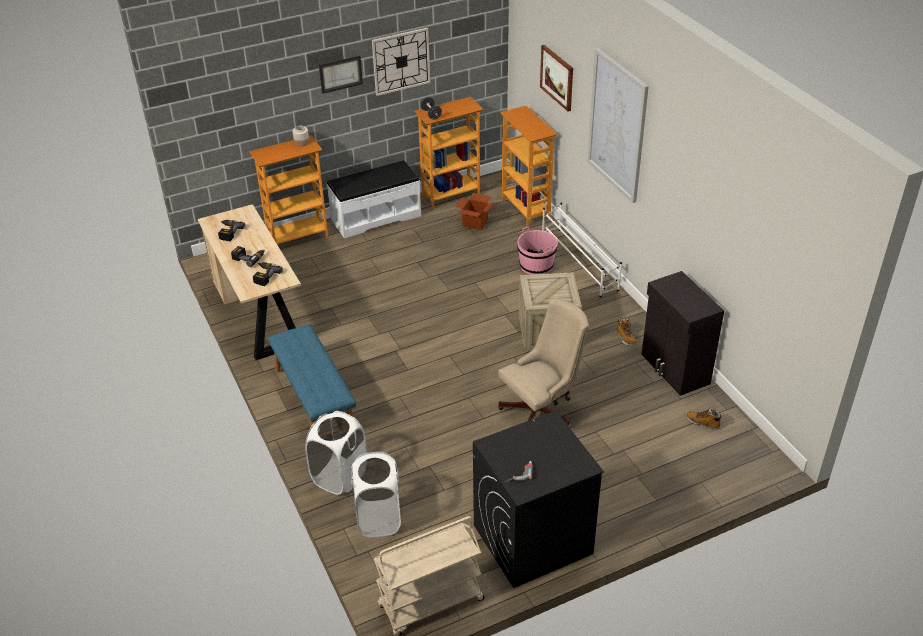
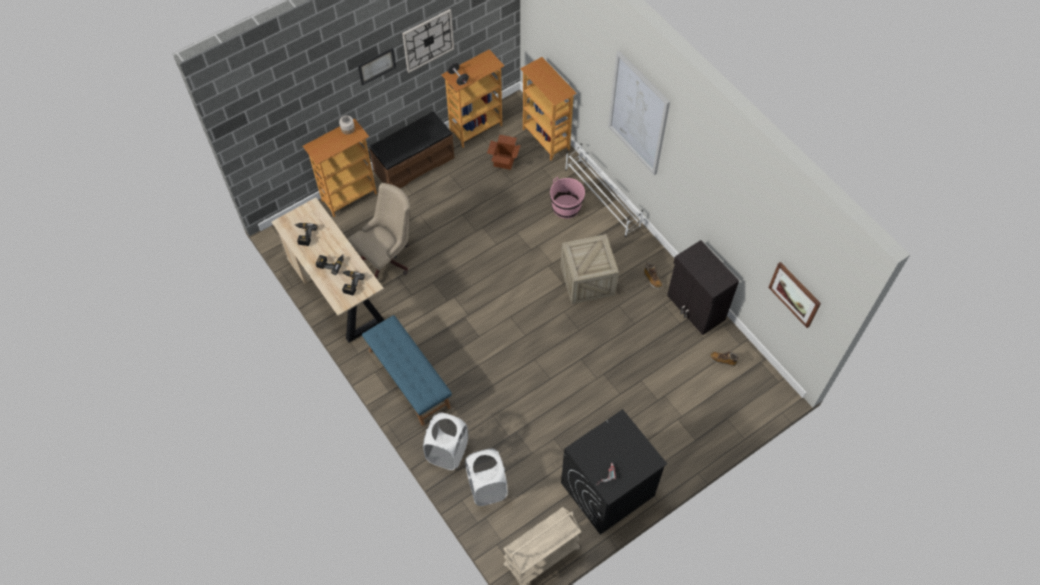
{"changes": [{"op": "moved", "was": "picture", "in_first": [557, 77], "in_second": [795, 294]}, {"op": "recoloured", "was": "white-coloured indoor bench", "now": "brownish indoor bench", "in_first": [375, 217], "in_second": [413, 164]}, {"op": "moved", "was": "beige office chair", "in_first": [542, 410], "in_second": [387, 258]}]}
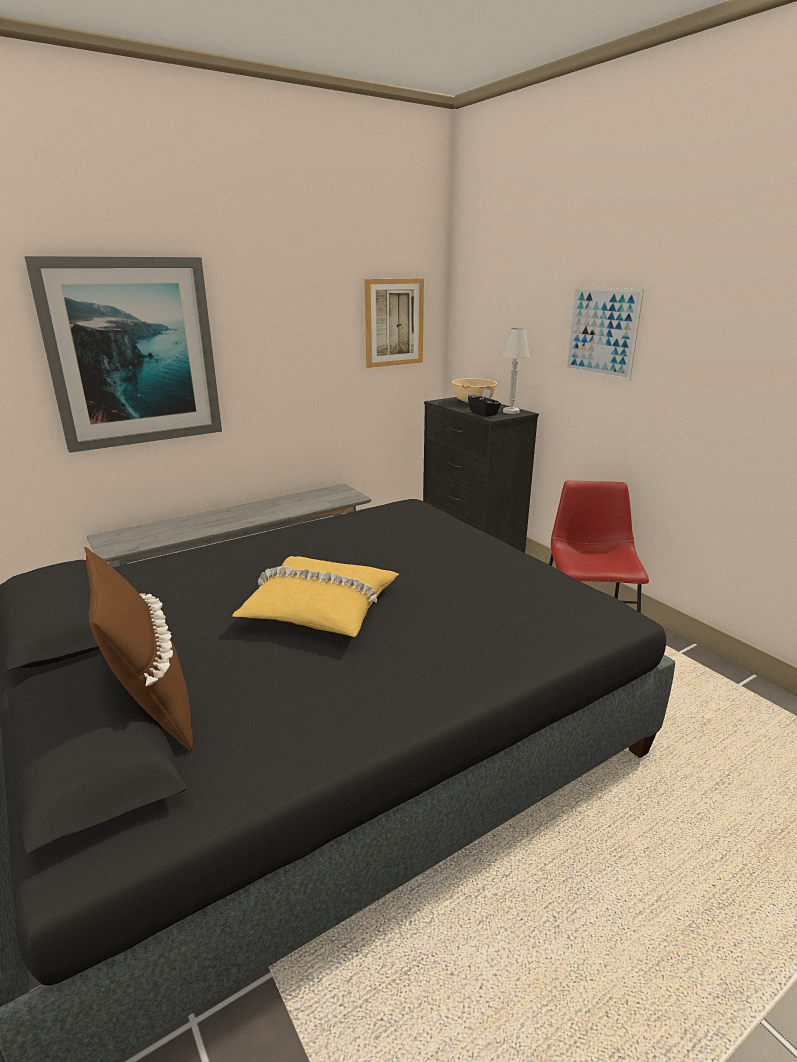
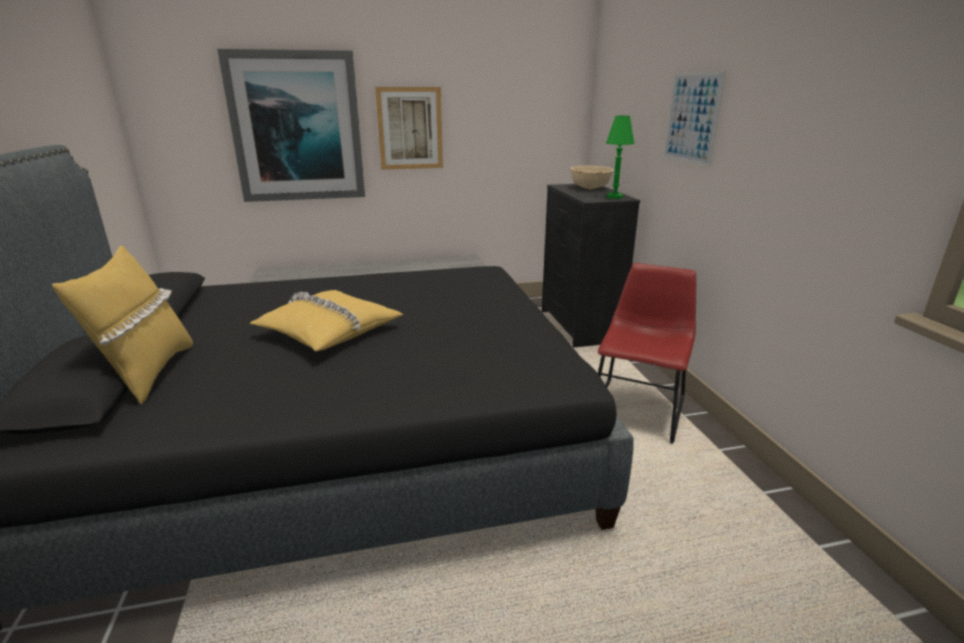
{"changes": [{"op": "moved", "was": "picture", "in_first": [394, 322], "in_second": [410, 128]}, {"op": "recoloured", "was": "white-coloured tabletop lamp", "now": "greenish tabletop lamp", "in_first": [511, 412], "in_second": [614, 197]}, {"op": "removed", "was": "black-coloured box of tissues", "in_first": [483, 413]}, {"op": "recoloured", "was": "brownish cushion", "now": "yellowish cushion", "in_first": [151, 707], "in_second": [148, 373]}]}
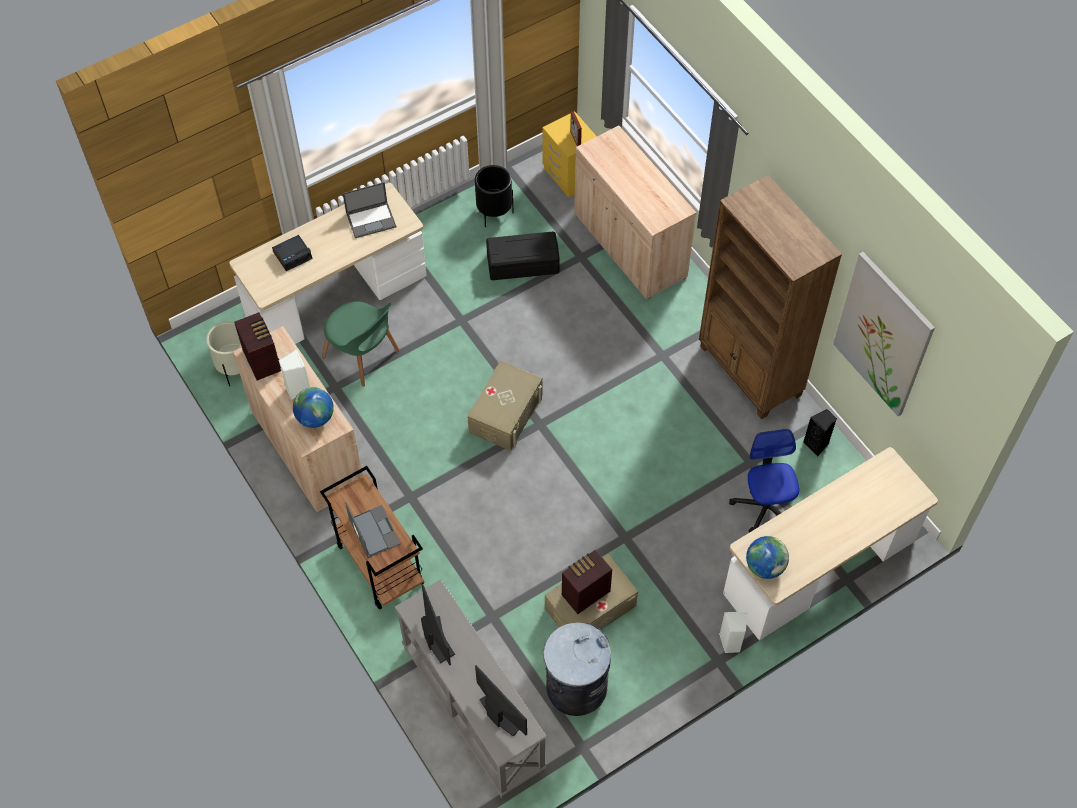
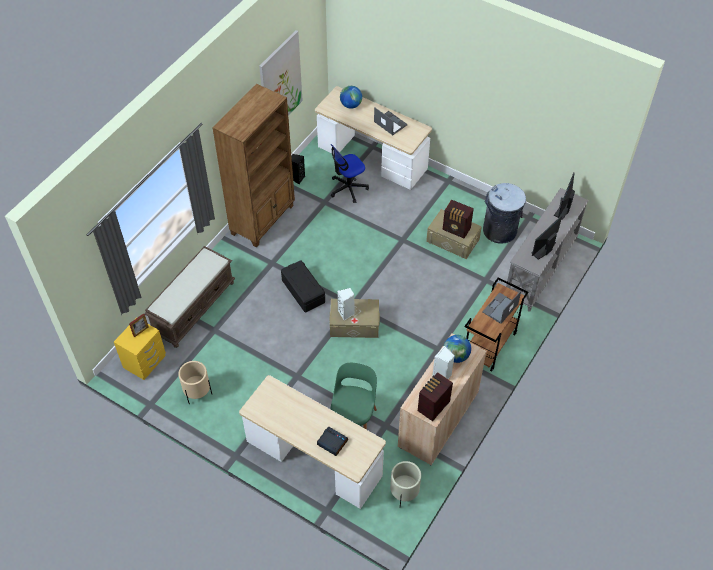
{"changes": [{"op": "replaced", "was": "beige cabinet", "now": "brownish indoor bench", "in_first": [629, 246], "in_second": [193, 307]}, {"op": "recoloured", "was": "black-coloured plant pot", "now": "beige plant pot", "in_first": [494, 213], "in_second": [198, 394]}, {"op": "moved", "was": "notebook computer", "in_first": [371, 219], "in_second": [390, 123]}, {"op": "moved", "was": "black-coloured storage bin", "in_first": [523, 263], "in_second": [302, 291]}, {"op": "moved", "was": "desk globe", "in_first": [765, 566], "in_second": [351, 105]}, {"op": "moved", "was": "white-coloured speaker", "in_first": [731, 642], "in_second": [346, 313]}]}
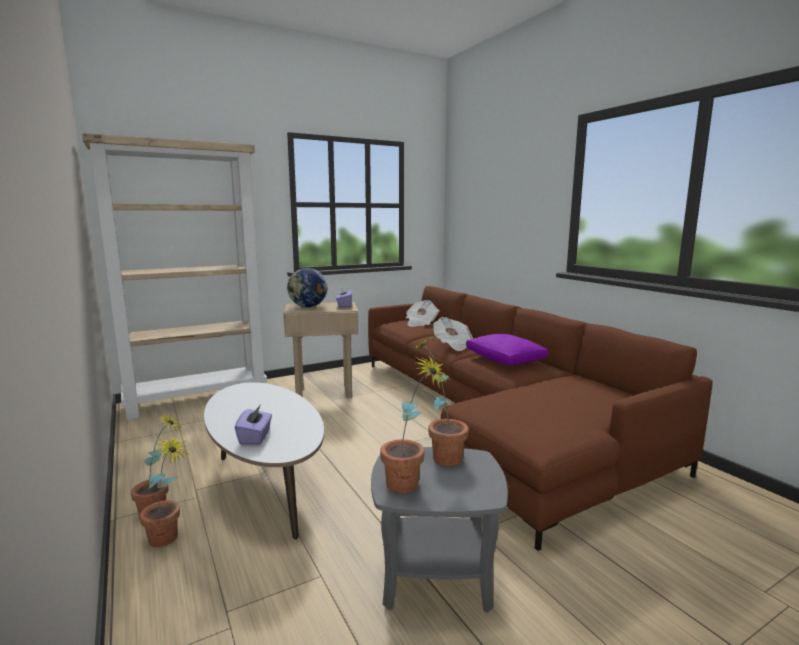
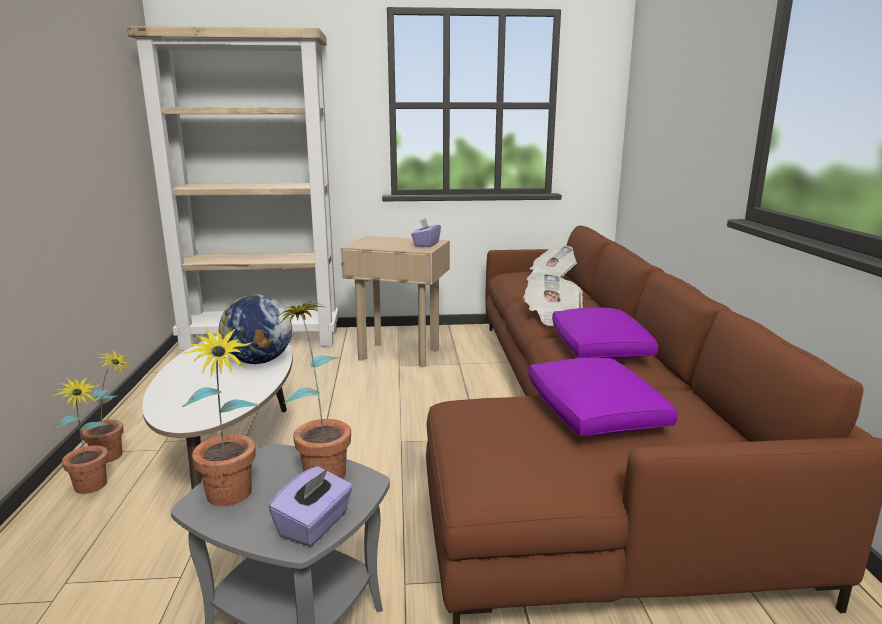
{"changes": [{"op": "moved", "was": "desk globe", "in_first": [308, 306], "in_second": [258, 361]}, {"op": "moved", "was": "purple-coloured box of tissues", "in_first": [255, 437], "in_second": [315, 525]}, {"op": "added", "now": "purple-coloured cushion", "in_second": [595, 414]}]}
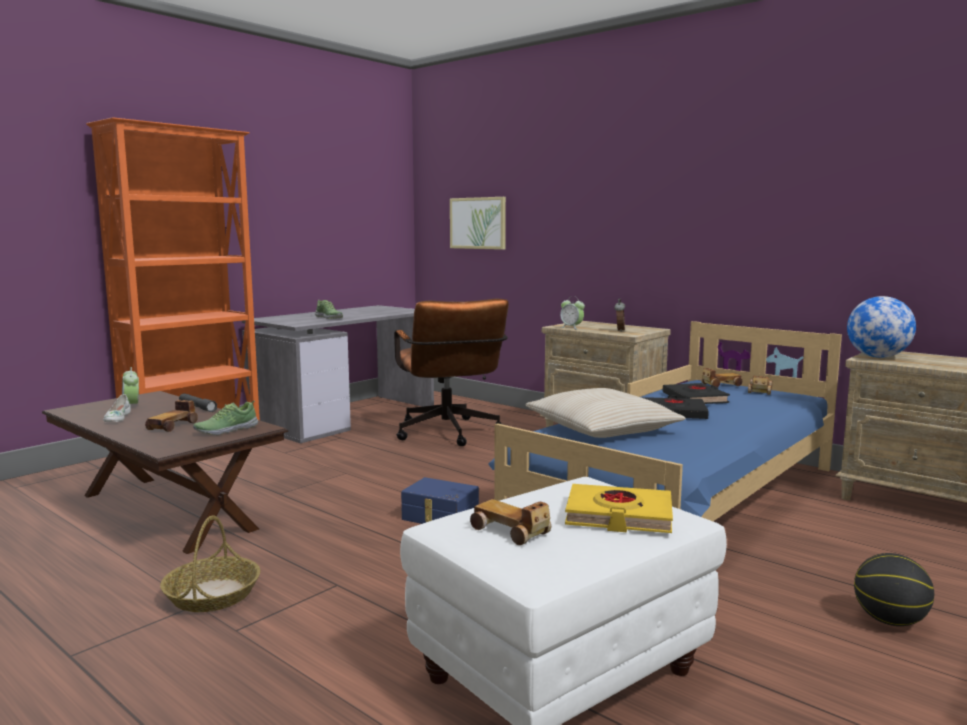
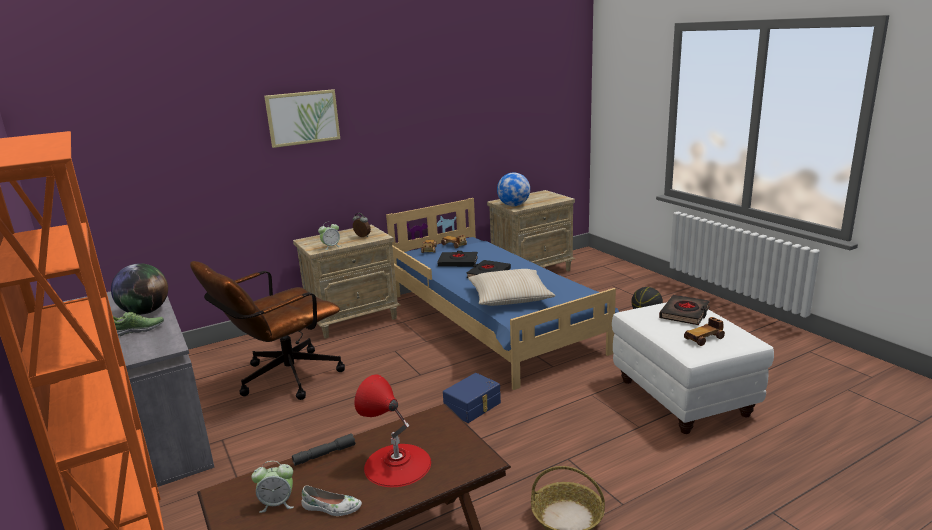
{"changes": [{"op": "moved", "was": "picture", "in_first": [478, 223], "in_second": [303, 118]}, {"op": "turned", "was": "brownish office chair", "in_first": [449, 435], "in_second": [281, 379], "clockwise": 135}, {"op": "replaced", "was": "miniature car", "now": "red tabletop lamp", "in_first": [173, 426], "in_second": [397, 464]}, {"op": "removed", "was": "item of footwear", "in_first": [226, 430]}, {"op": "recoloured", "was": "yellowish volume", "now": "black-coloured volume", "in_first": [618, 516], "in_second": [685, 313]}, {"op": "added", "now": "desk globe", "in_second": [145, 312]}]}
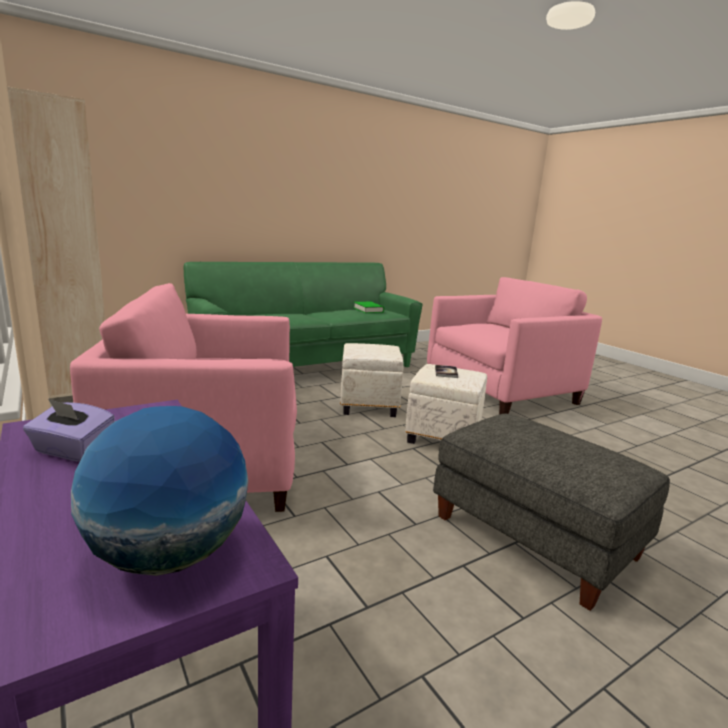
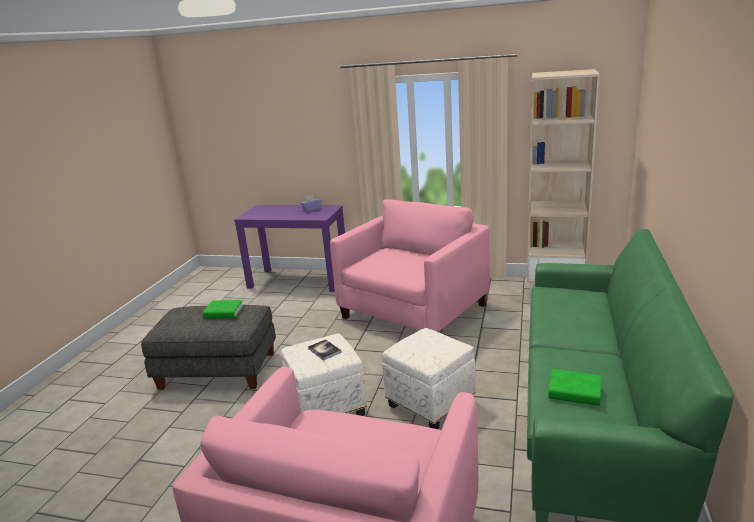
{"changes": [{"op": "removed", "was": "desk globe", "in_first": [169, 554]}, {"op": "added", "now": "greenish volume", "in_second": [224, 313]}]}
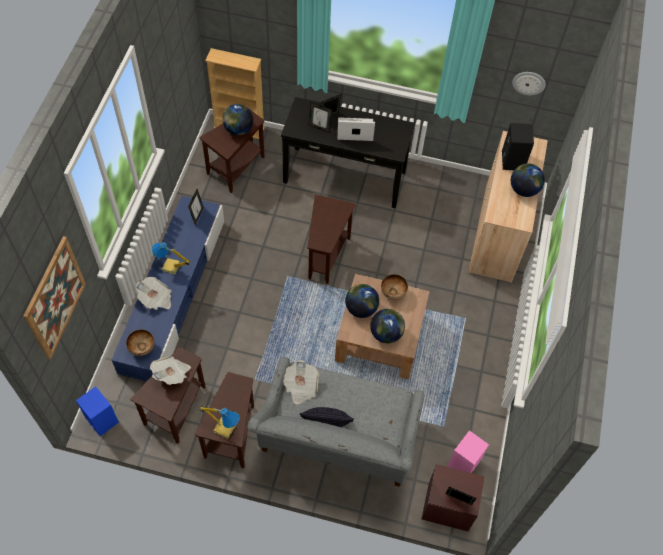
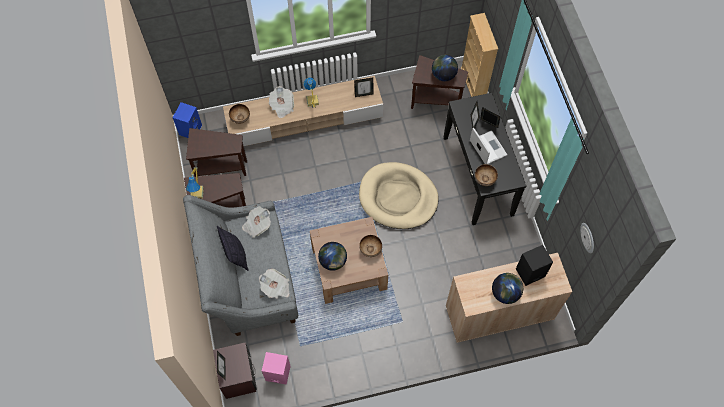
{"changes": [{"op": "replaced", "was": "brownish accent table", "now": "beige pet bed", "in_first": [326, 254], "in_second": [398, 197]}, {"op": "recoloured", "was": "blue-coloured media console", "now": "beige media console", "in_first": [173, 294], "in_second": [305, 119]}, {"op": "removed", "was": "picture", "in_first": [55, 298]}, {"op": "removed", "was": "desk globe", "in_first": [361, 308]}, {"op": "moved", "was": "newspaper", "in_first": [172, 374], "in_second": [276, 287]}, {"op": "added", "now": "bowl", "in_second": [484, 180]}]}
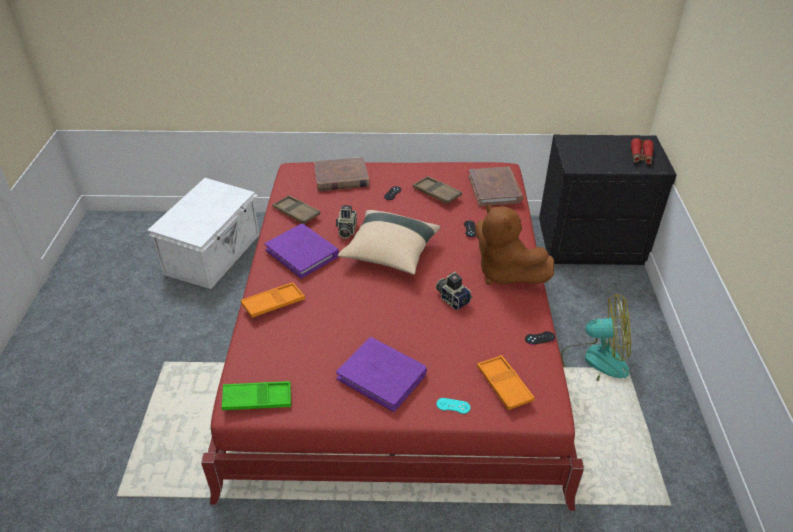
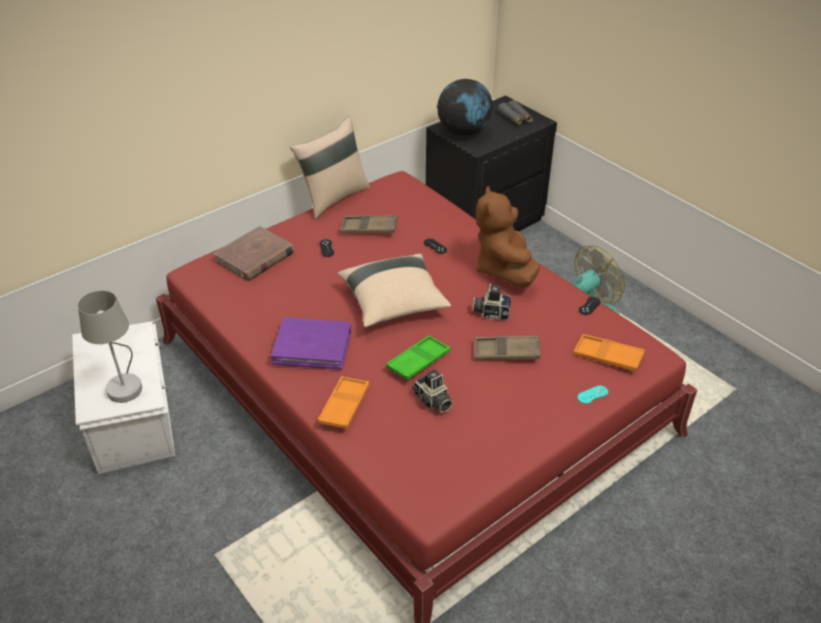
{"changes": [{"op": "recoloured", "was": "red binoculars", "now": "greyish binoculars", "in_first": [641, 156], "in_second": [515, 118]}, {"op": "removed", "was": "brownish volume", "in_first": [495, 189]}, {"op": "moved", "was": "brownish carrying tray", "in_first": [296, 213], "in_second": [506, 352]}, {"op": "turned", "was": "brownish cuddly toy", "in_first": [504, 273], "in_second": [504, 269], "clockwise": 75}, {"op": "moved", "was": "still camera", "in_first": [346, 230], "in_second": [432, 401]}, {"op": "removed", "was": "purple-coloured volume", "in_first": [382, 376]}, {"op": "moved", "was": "greenish carrying tray", "in_first": [257, 399], "in_second": [418, 361]}, {"op": "added", "now": "desk globe", "in_second": [464, 132]}, {"op": "added", "now": "beige cushion", "in_second": [333, 197]}, {"op": "added", "now": "greyish tabletop lamp", "in_second": [124, 382]}]}
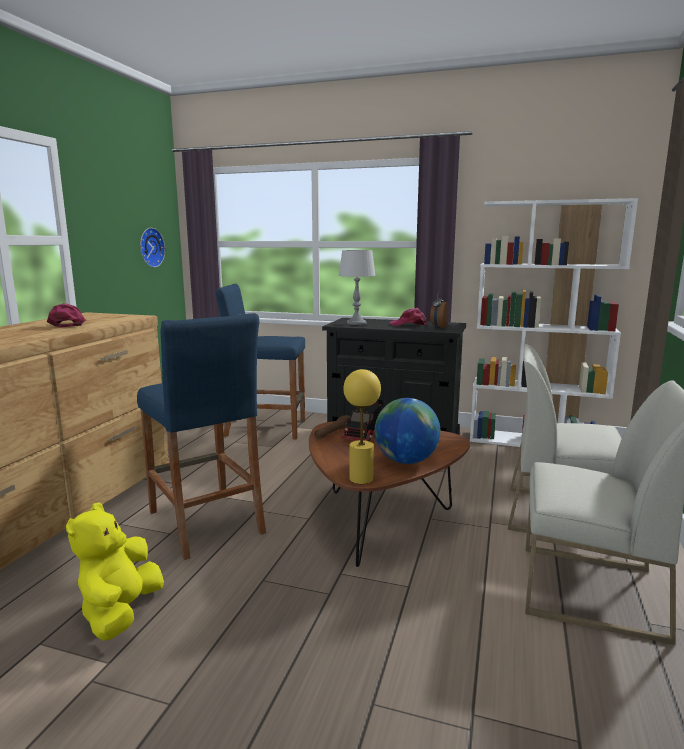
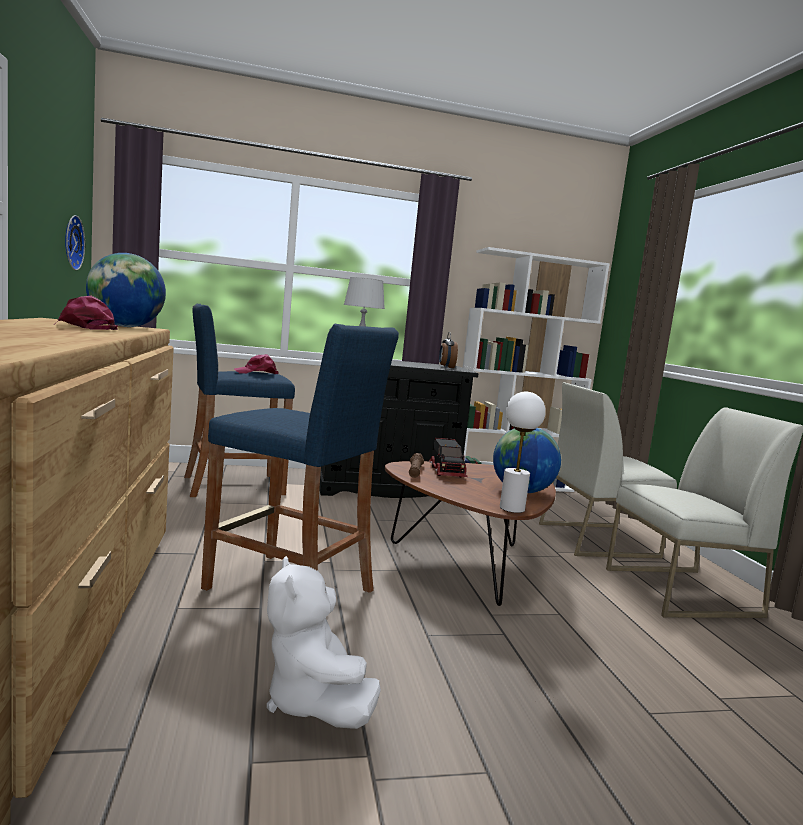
{"changes": [{"op": "moved", "was": "pinkish baseball cap", "in_first": [409, 324], "in_second": [257, 373]}, {"op": "recoloured", "was": "yellowish tabletop lamp", "now": "white-coloured tabletop lamp", "in_first": [361, 479], "in_second": [512, 508]}, {"op": "recoloured", "was": "yellowish cuddly toy", "now": "white-coloured cuddly toy", "in_first": [121, 613], "in_second": [313, 702]}, {"op": "added", "now": "desk globe", "in_second": [125, 327]}]}
